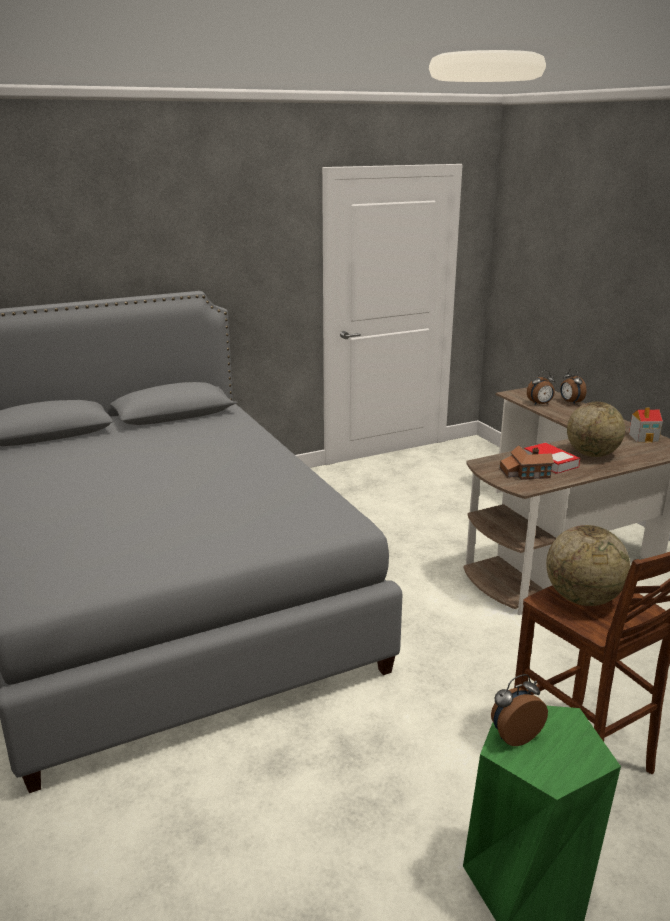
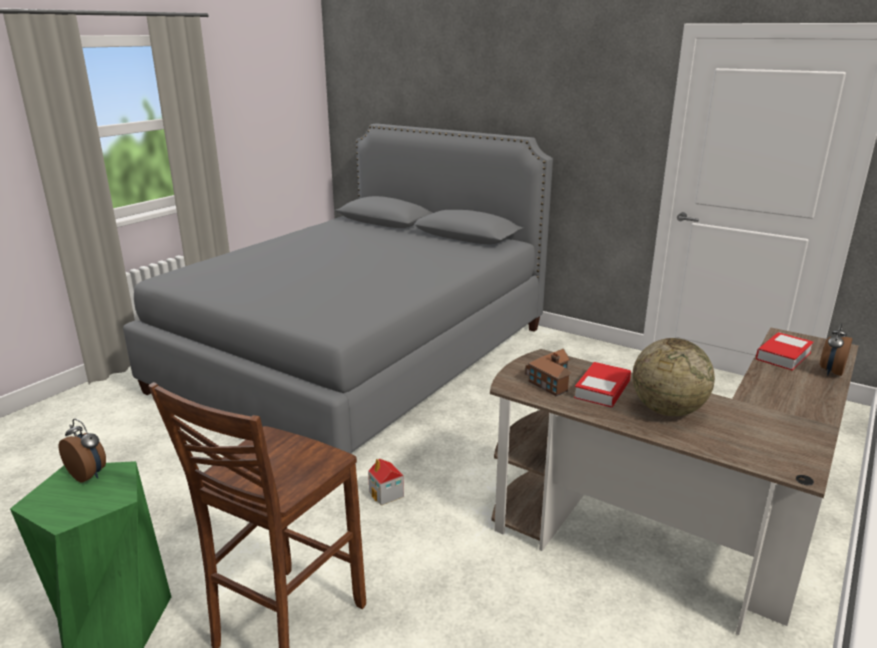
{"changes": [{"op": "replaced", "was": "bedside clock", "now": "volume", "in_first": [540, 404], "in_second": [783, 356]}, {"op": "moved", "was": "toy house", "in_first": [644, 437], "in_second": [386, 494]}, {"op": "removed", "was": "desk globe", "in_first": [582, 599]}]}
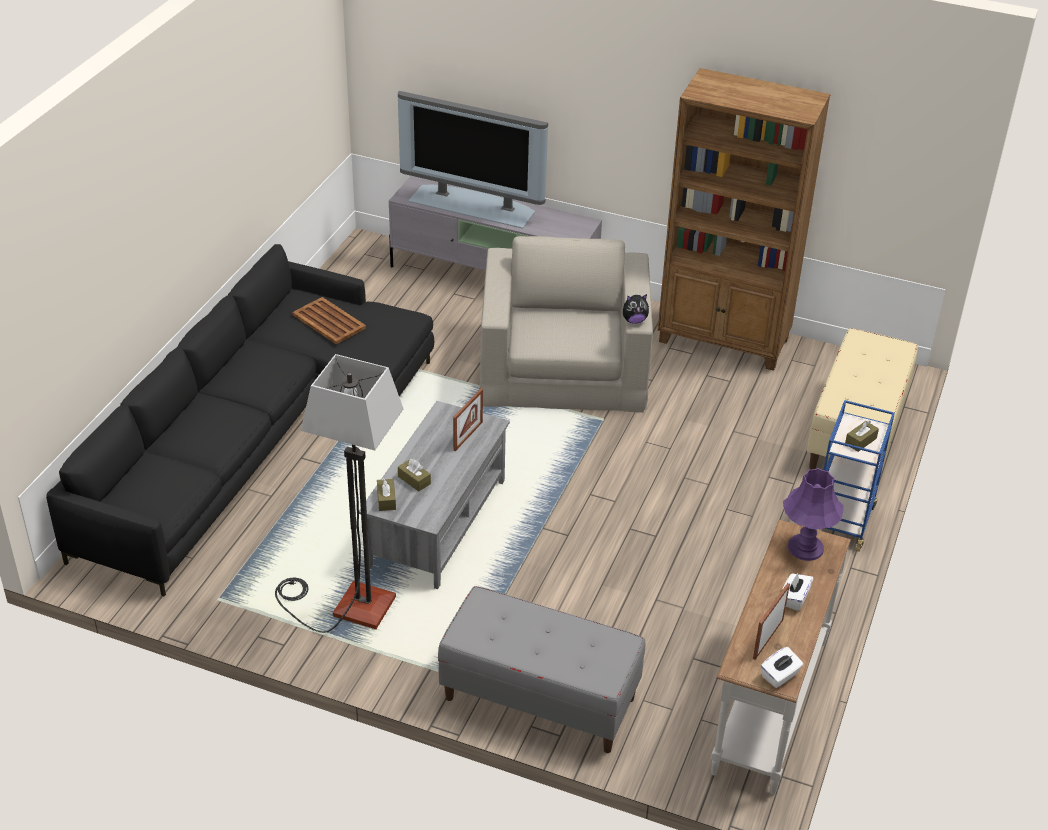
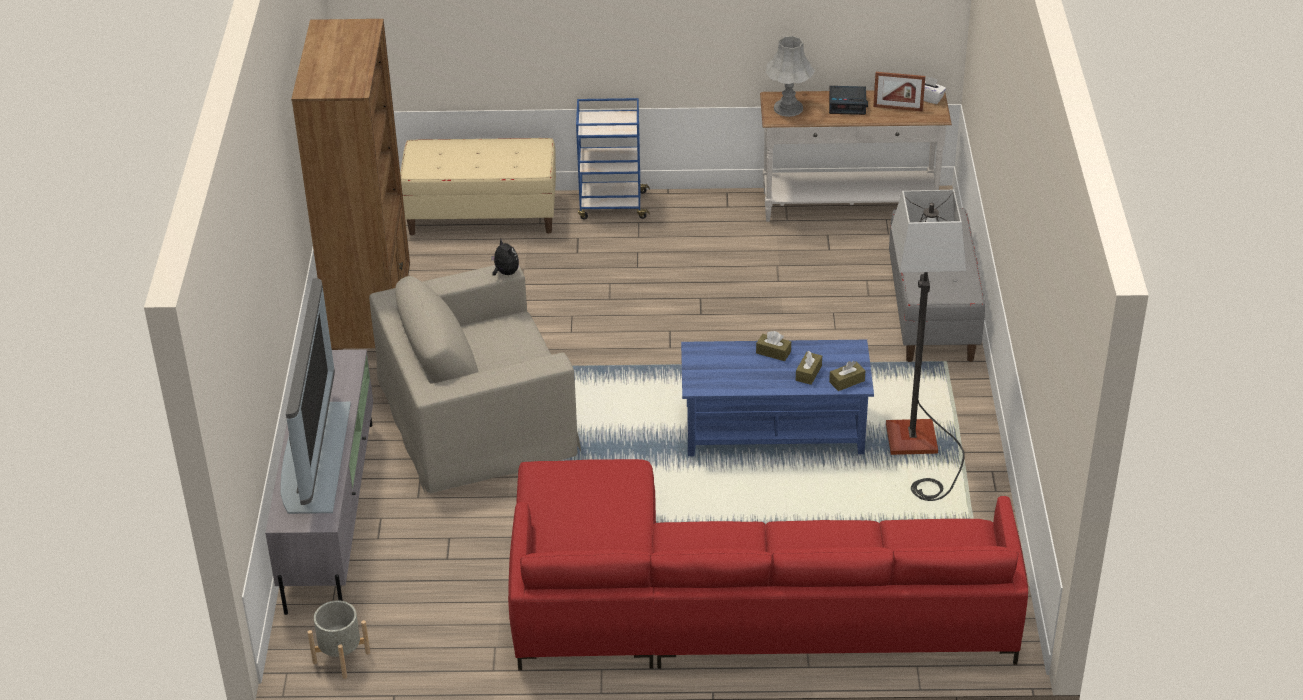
{"changes": [{"op": "recoloured", "was": "black-coloured sofa", "now": "red sofa", "in_first": [254, 436], "in_second": [734, 605]}, {"op": "removed", "was": "brownish carrying tray", "in_first": [329, 322]}, {"op": "removed", "was": "photo frame", "in_first": [468, 436]}, {"op": "recoloured", "was": "greyish lounge table", "now": "blue-coloured lounge table", "in_first": [437, 522], "in_second": [773, 429]}, {"op": "moved", "was": "brownish box of tissues", "in_first": [860, 441], "in_second": [773, 352]}, {"op": "recoloured", "was": "purple-coloured tabletop lamp", "now": "greyish tabletop lamp", "in_first": [805, 548], "in_second": [788, 108]}, {"op": "replaced", "was": "white-coloured box of tissues", "now": "bedside clock", "in_first": [794, 599], "in_second": [847, 104]}, {"op": "added", "now": "greyish plant pot", "in_second": [341, 657]}]}
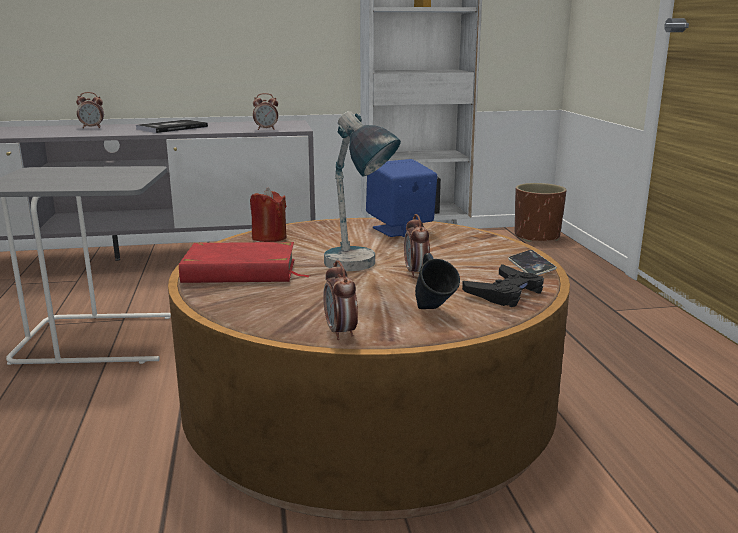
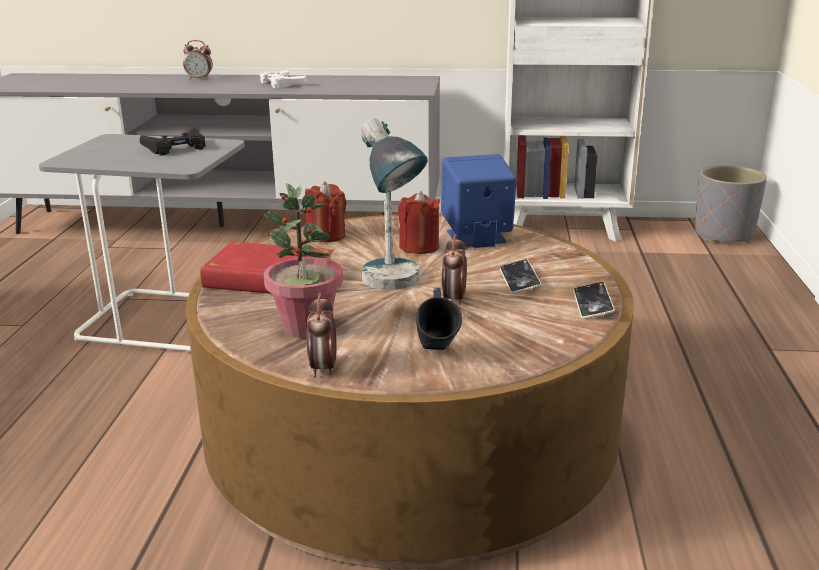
{"changes": [{"op": "removed", "was": "bedside clock", "in_first": [266, 129]}, {"op": "replaced", "was": "volume", "now": "white-coloured joypad", "in_first": [172, 128], "in_second": [281, 83]}, {"op": "recoloured", "was": "brownish plant pot", "now": "greyish plant pot", "in_first": [537, 236], "in_second": [724, 235]}, {"op": "moved", "was": "black-coloured joypad", "in_first": [505, 293], "in_second": [176, 148]}, {"op": "added", "now": "potted plant", "in_second": [306, 328]}, {"op": "added", "now": "red wax candle", "in_second": [419, 247]}, {"op": "added", "now": "phone", "in_second": [519, 280]}]}
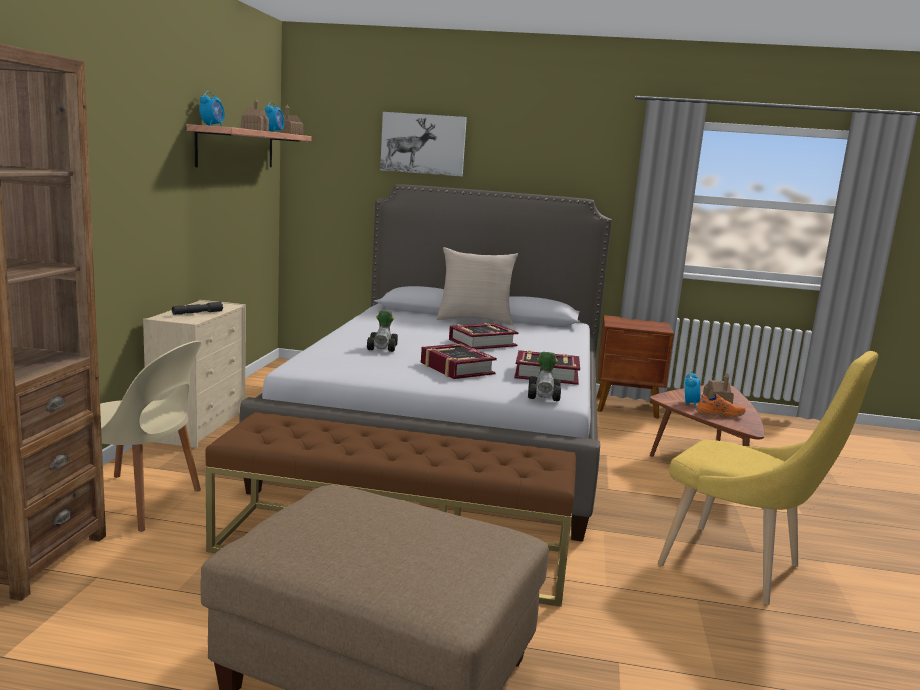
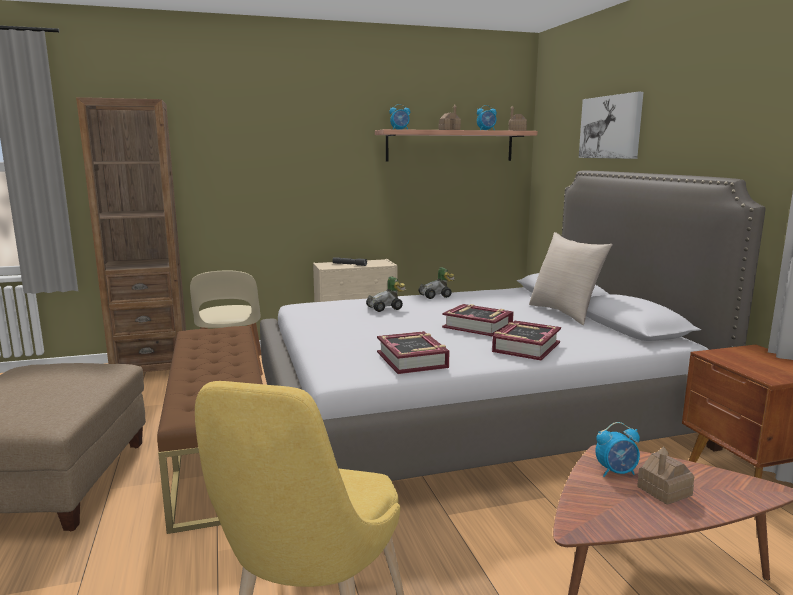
{"changes": [{"op": "moved", "was": "volume", "in_first": [456, 368], "in_second": [525, 347]}, {"op": "moved", "was": "miniature car", "in_first": [544, 395], "in_second": [436, 296]}, {"op": "removed", "was": "orange-coloured item of footwear", "in_first": [719, 414]}]}
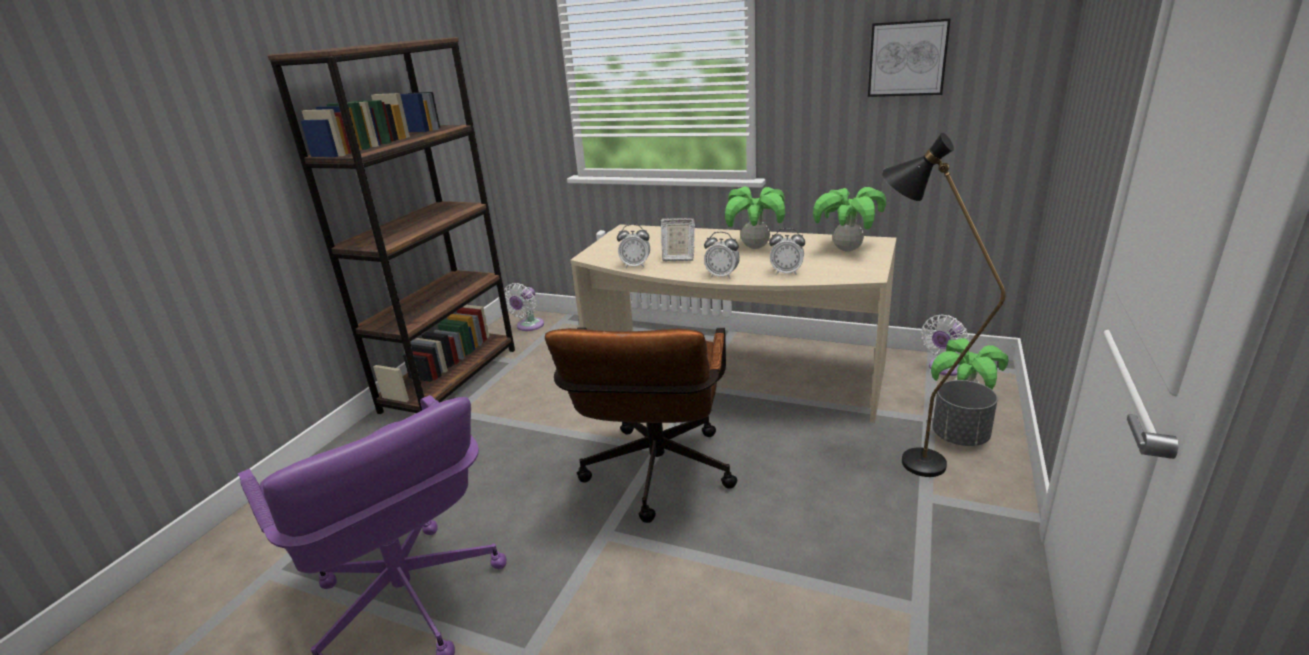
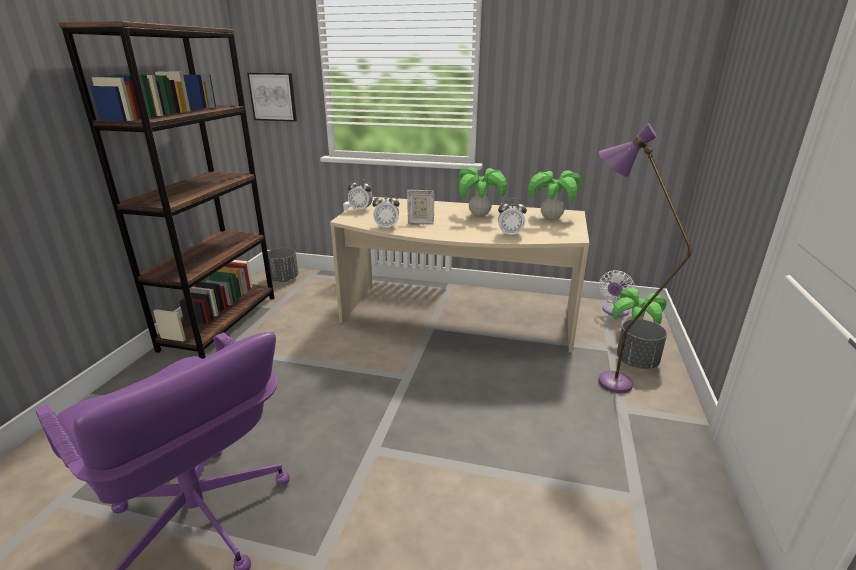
{"changes": [{"op": "moved", "was": "picture", "in_first": [907, 58], "in_second": [273, 97]}, {"op": "recoloured", "was": "black-coloured standing lamp", "now": "purple-coloured standing lamp", "in_first": [907, 458], "in_second": [602, 379]}, {"op": "moved", "was": "bedside clock", "in_first": [722, 276], "in_second": [361, 209]}, {"op": "replaced", "was": "white-coloured cooling fan", "now": "greyish plant pot", "in_first": [528, 326], "in_second": [284, 279]}, {"op": "removed", "was": "brownish office chair", "in_first": [655, 479]}]}
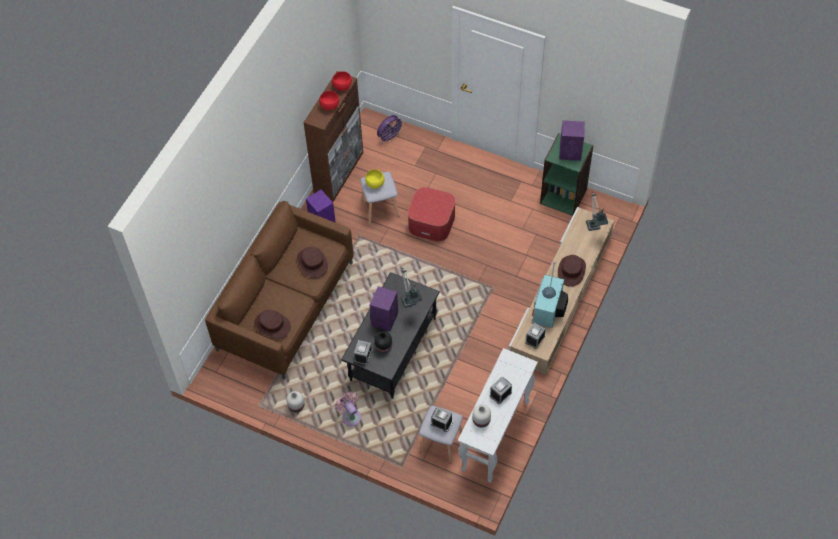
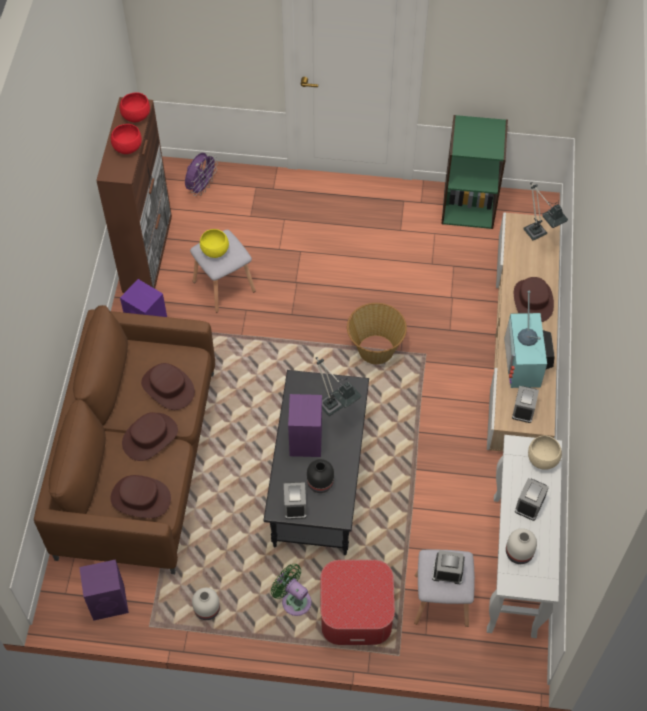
{"changes": [{"op": "moved", "was": "purple-coloured speaker", "in_first": [571, 152], "in_second": [110, 602]}, {"op": "moved", "was": "pouffe", "in_first": [432, 222], "in_second": [356, 611]}, {"op": "recoloured", "was": "pinkish cooling fan", "now": "greenish cooling fan", "in_first": [350, 416], "in_second": [294, 600]}, {"op": "added", "now": "basket", "in_second": [375, 350]}, {"op": "added", "now": "brownish wearable hat", "in_second": [150, 437]}, {"op": "added", "now": "beige bowl", "in_second": [542, 460]}]}
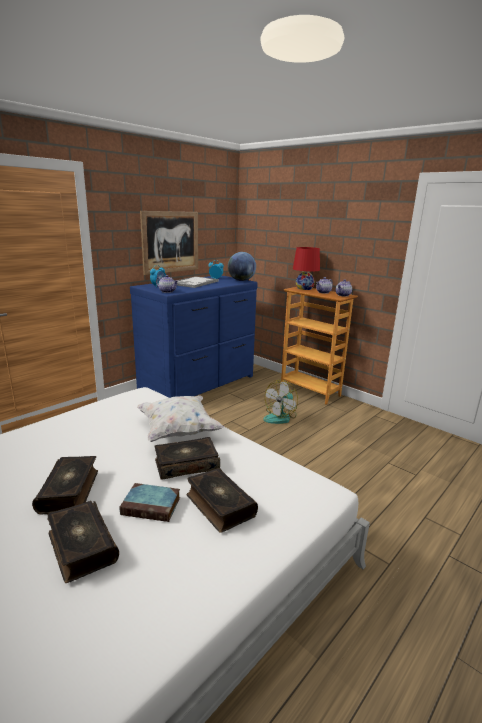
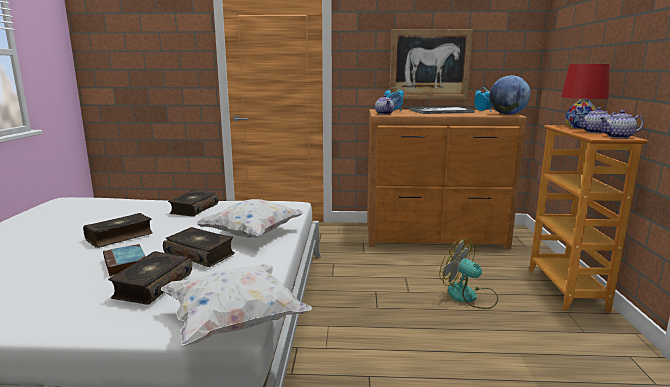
{"changes": [{"op": "recoloured", "was": "blue-coloured drawer chest", "now": "brownish drawer chest", "in_first": [199, 383], "in_second": [435, 236]}, {"op": "turned", "was": "cooling fan", "in_first": [280, 417], "in_second": [469, 296], "clockwise": 45}, {"op": "moved", "was": "volume", "in_first": [81, 547], "in_second": [194, 209]}, {"op": "added", "now": "white-coloured cushion", "in_second": [235, 323]}]}
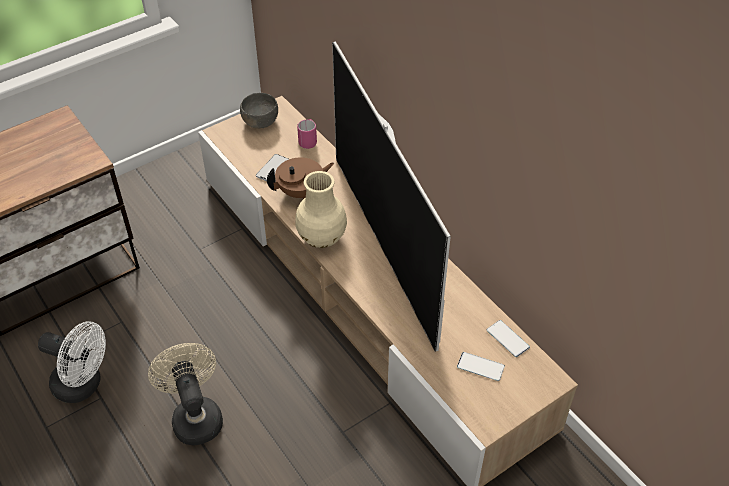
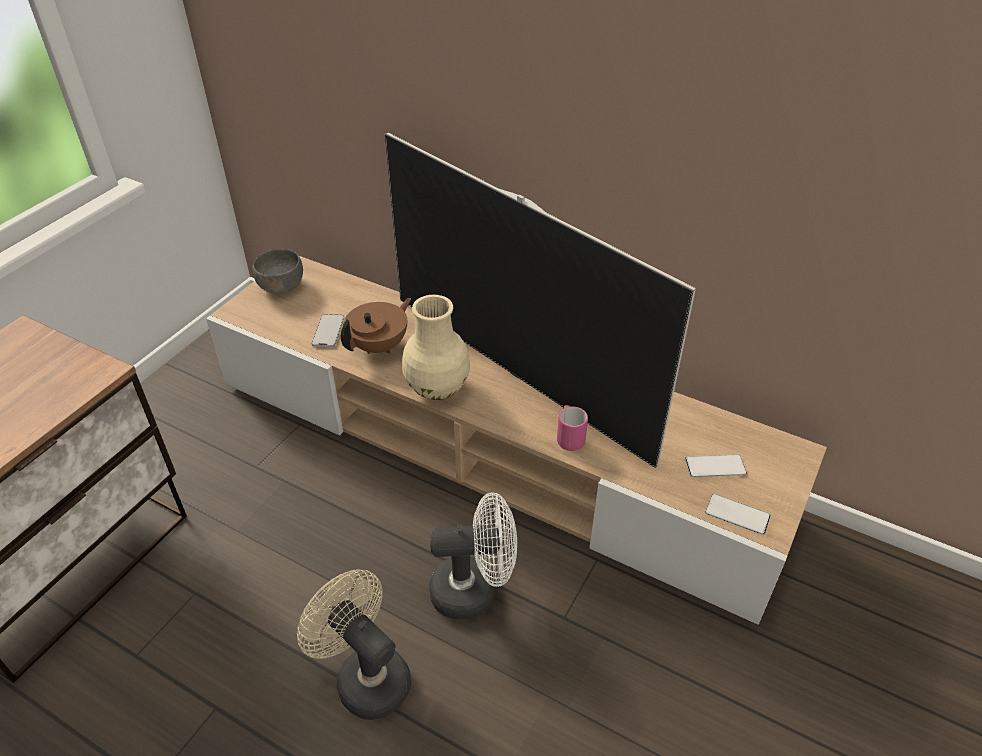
{"changes": [{"op": "moved", "was": "pinkish mug", "in_first": [308, 141], "in_second": [569, 437]}, {"op": "moved", "was": "phone", "in_first": [507, 338], "in_second": [737, 514]}, {"op": "moved", "was": "white-coloured cooling fan", "in_first": [84, 385], "in_second": [474, 590]}]}
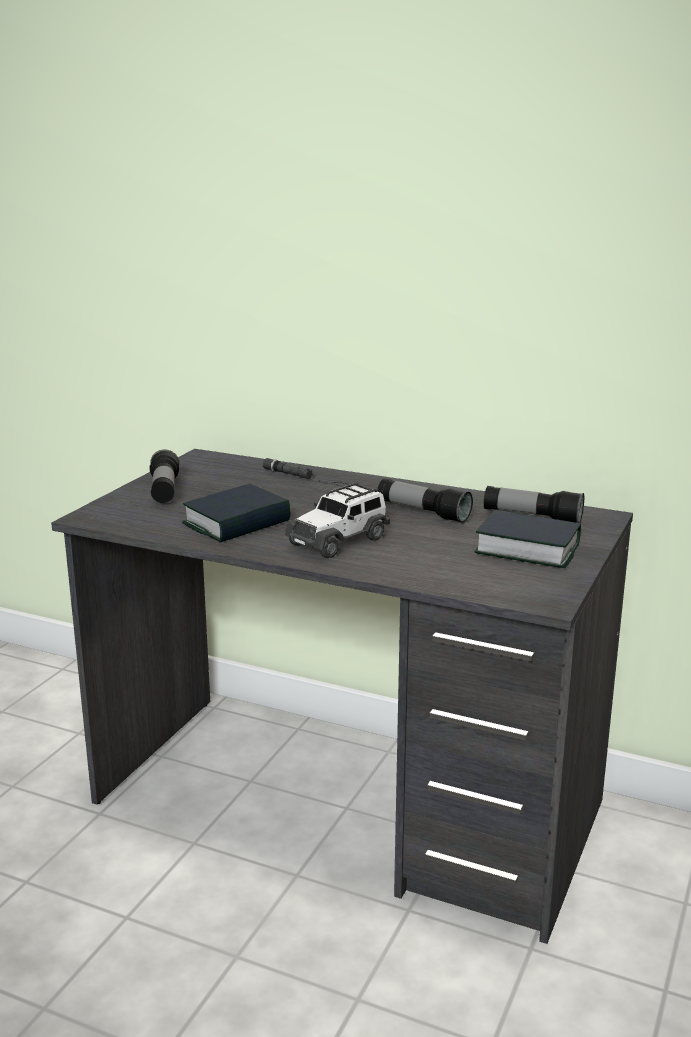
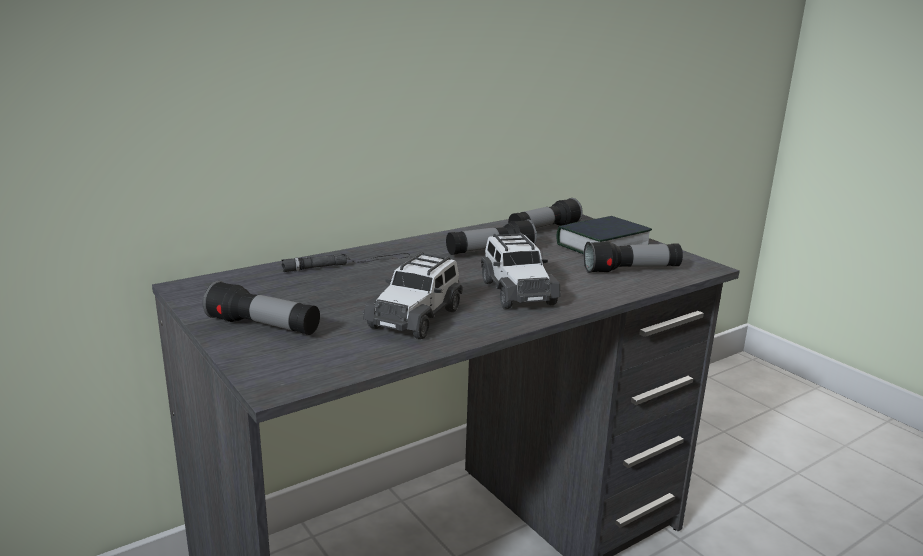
{"changes": [{"op": "replaced", "was": "volume", "now": "miniature car", "in_first": [237, 523], "in_second": [416, 317]}, {"op": "added", "now": "torch", "in_second": [631, 270]}]}
